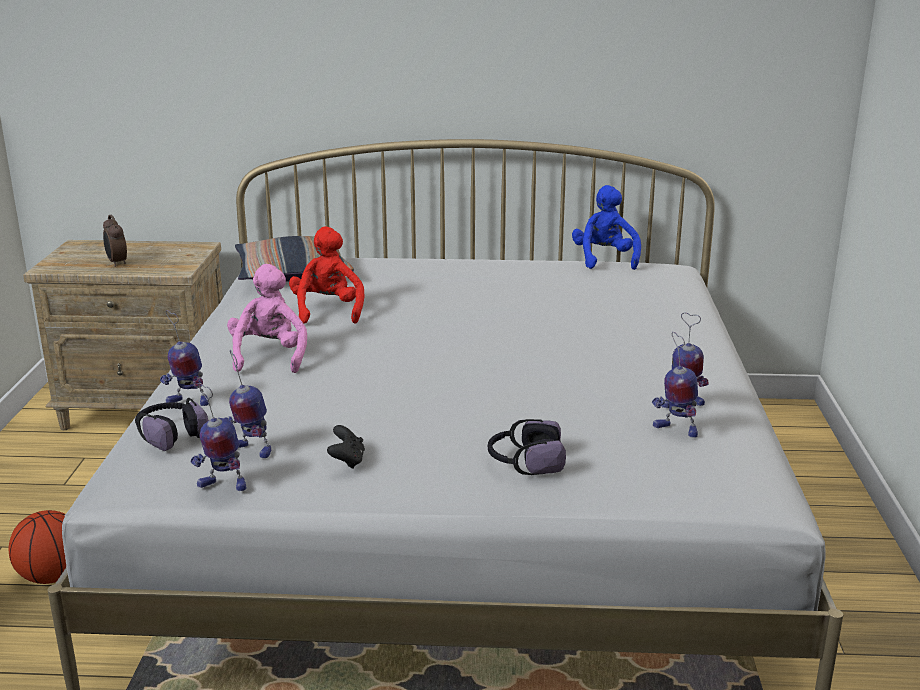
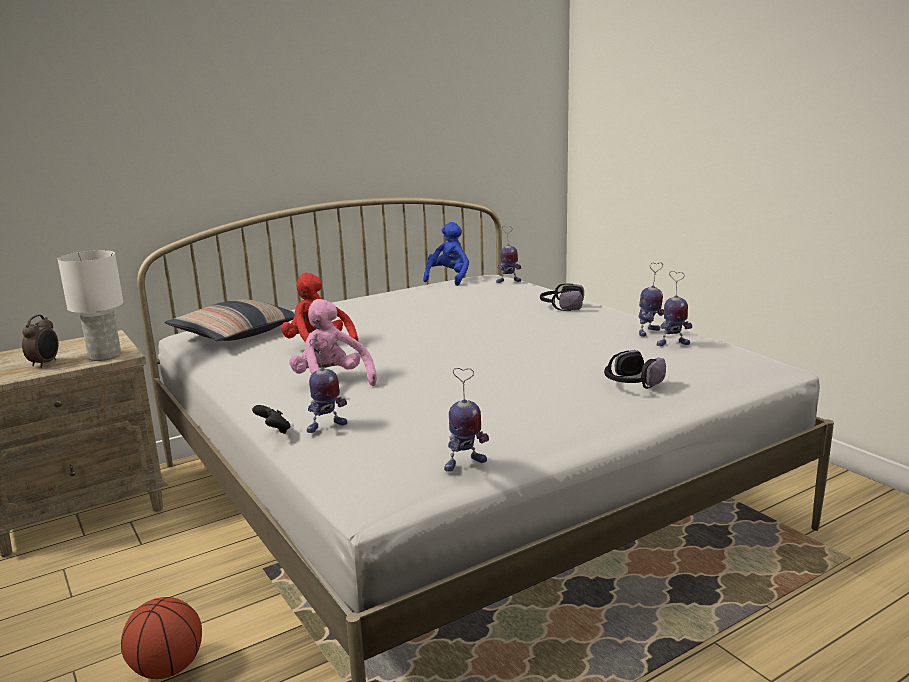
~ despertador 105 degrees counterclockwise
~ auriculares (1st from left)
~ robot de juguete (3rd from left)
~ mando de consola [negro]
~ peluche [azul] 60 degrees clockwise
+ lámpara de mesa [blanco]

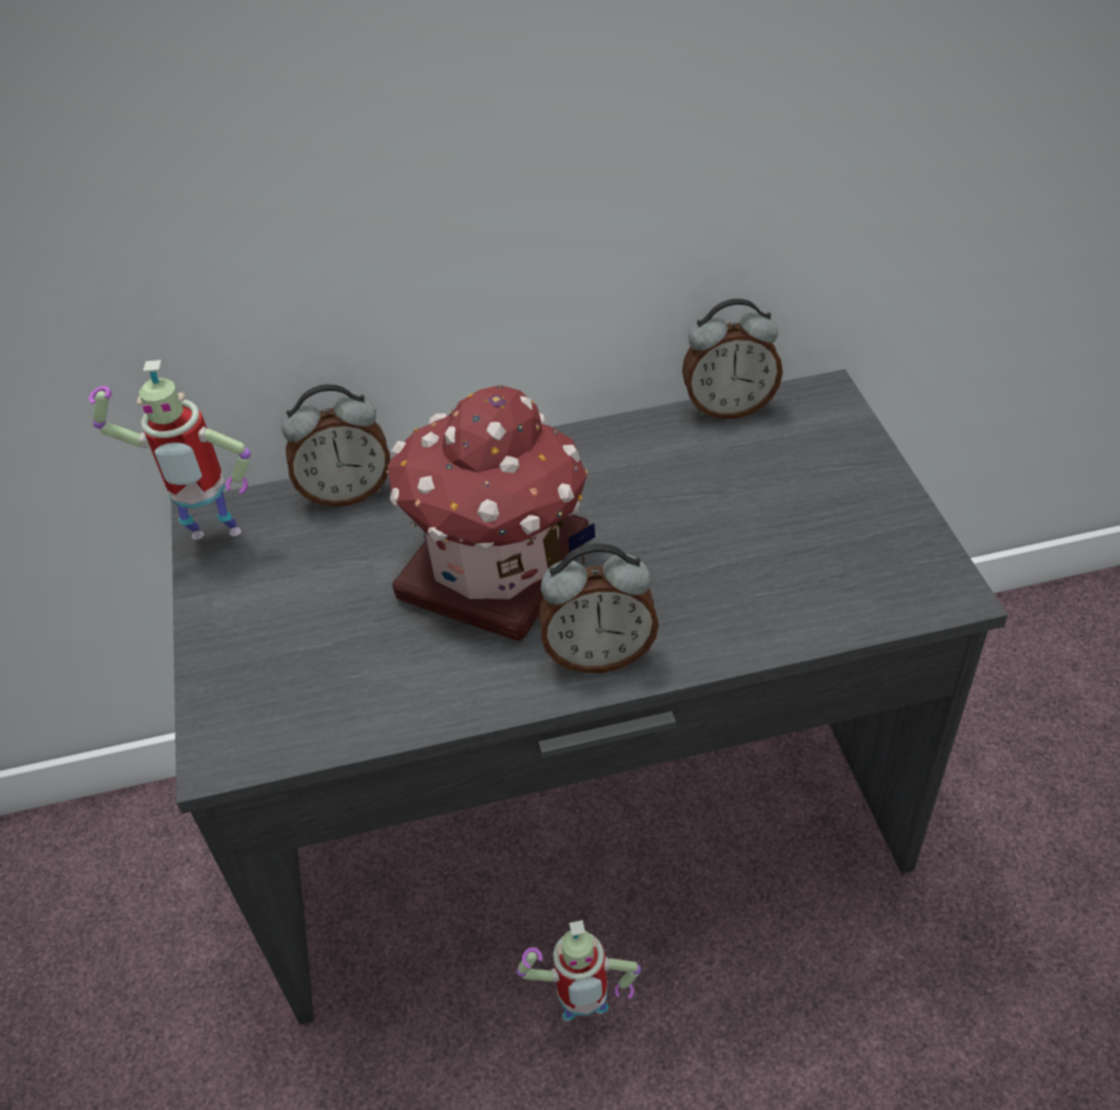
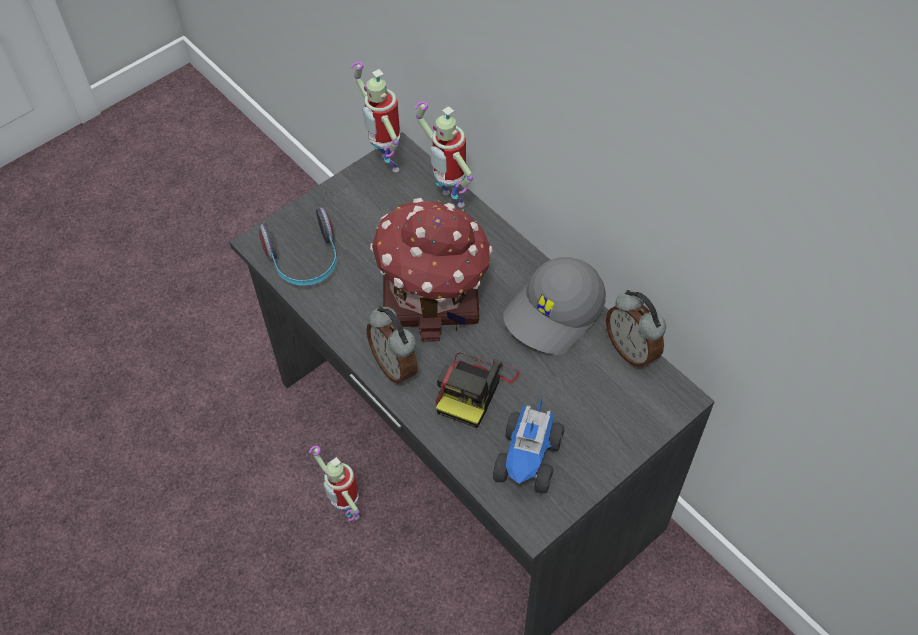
~ despertador (1st from left) to robot de juguete (3rd from left)
+ auriculares
+ cámara
+ camión de juguete
+ gorra [gris]

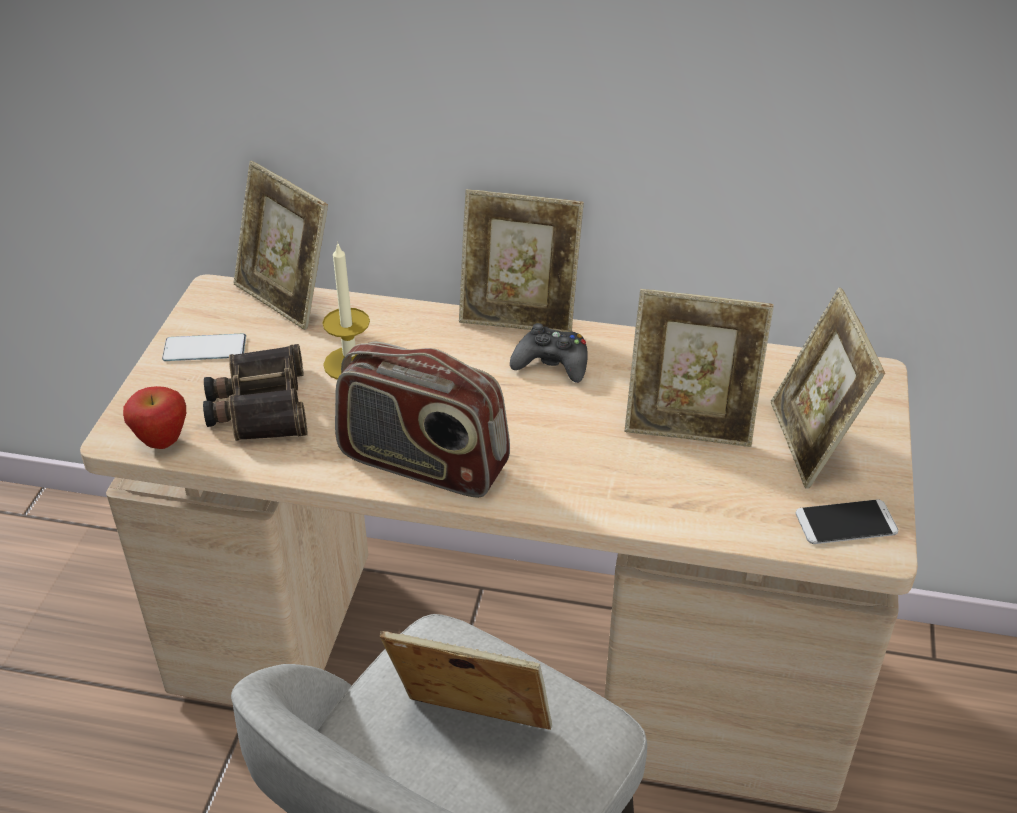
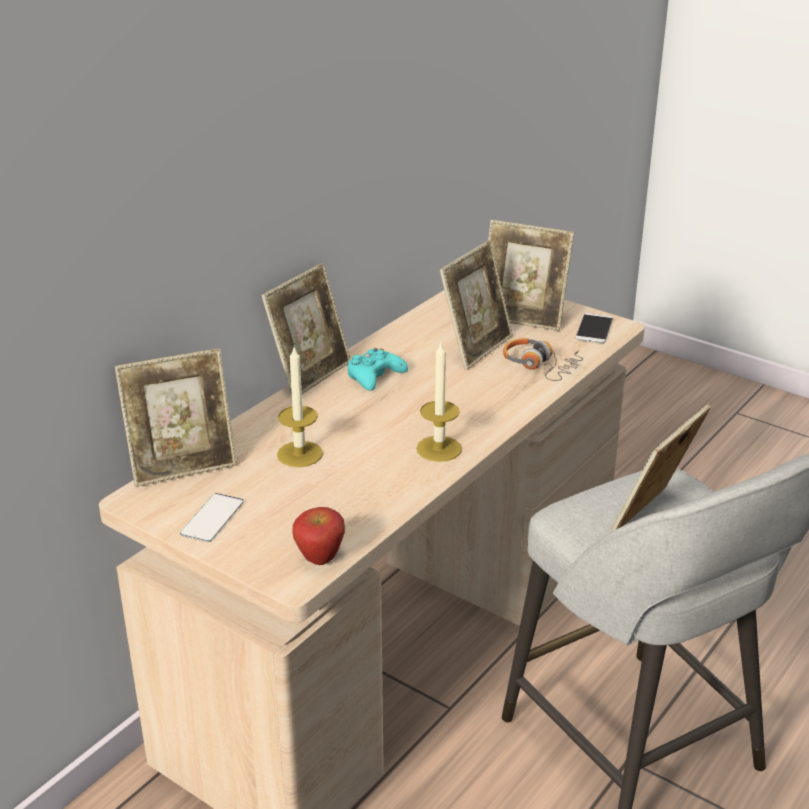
- prismáticos
~ radio to vela (2nd from left)
~ mando de consola [negro] to mando de consola [turquesa]
+ auriculares

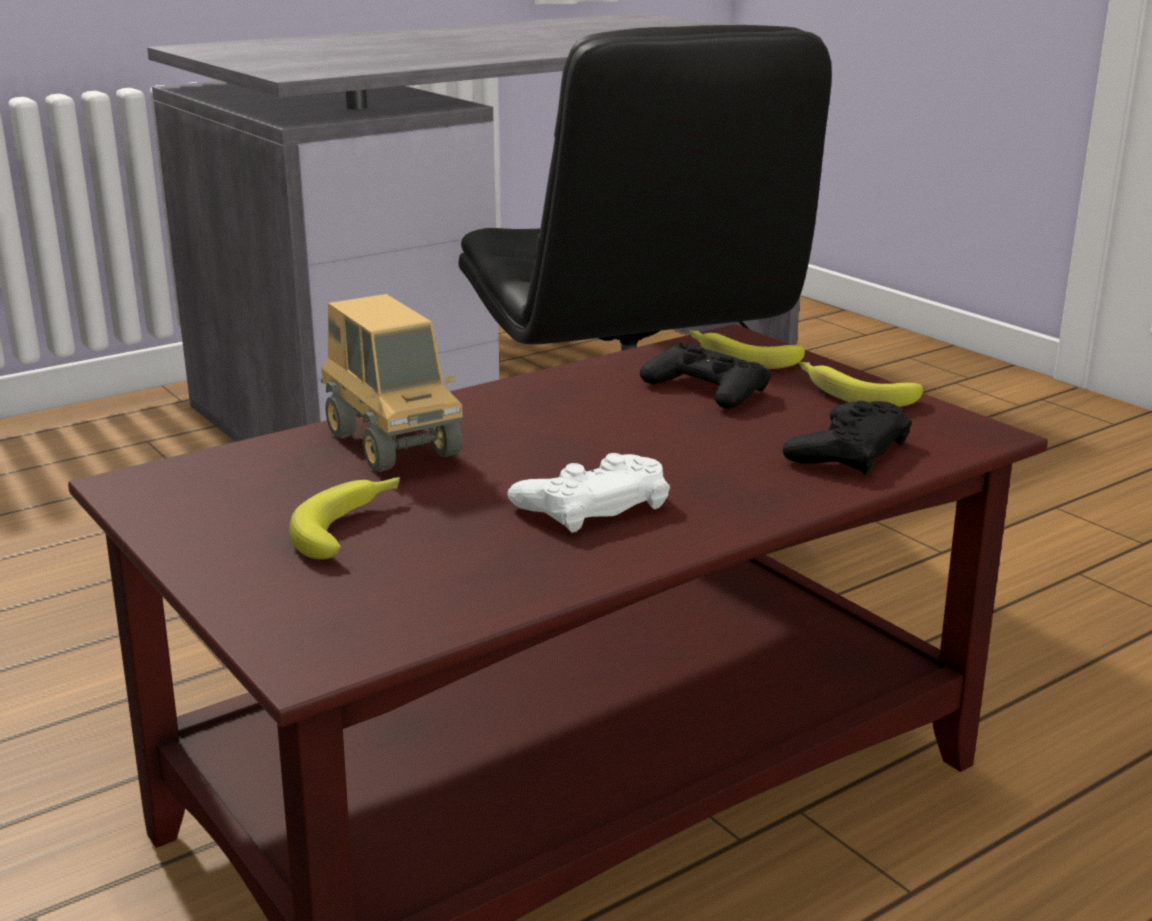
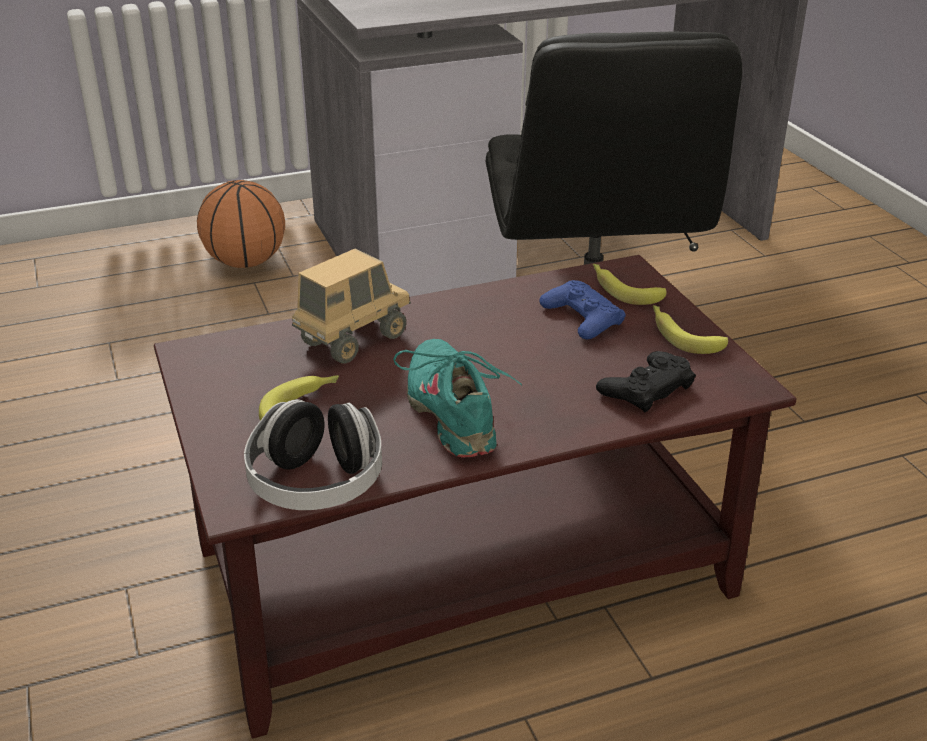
~ camión de juguete 120 degrees counterclockwise
~ mando de consola [blanco] to zapato [turquesa]
~ mando de consola [negro] (1st from left) to mando de consola [azul]
+ balón de baloncesto
+ auriculares

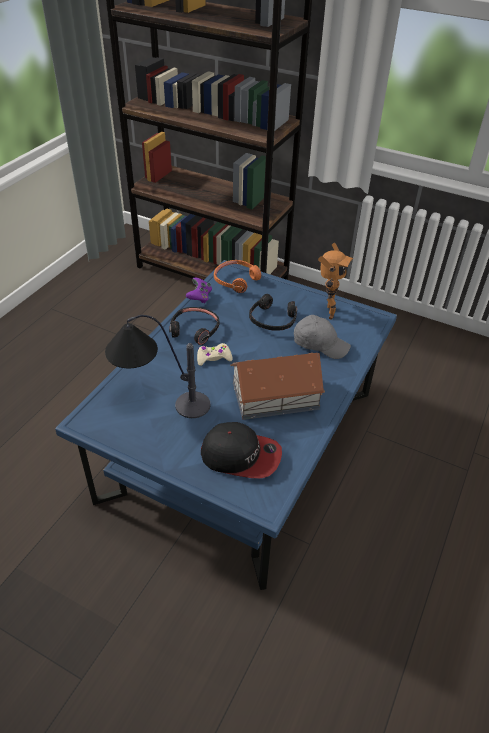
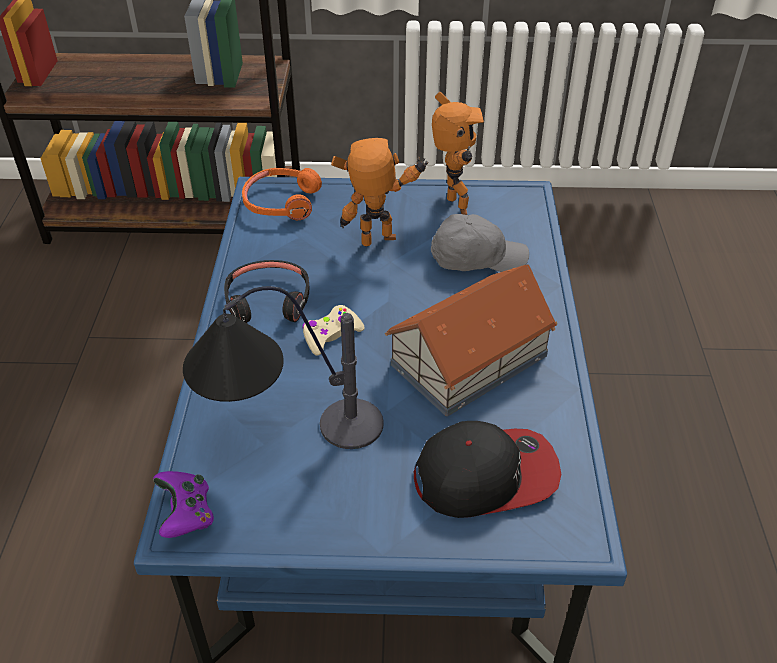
~ mando de consola [morado]
~ auriculares [negro] (2nd from left) to robot de juguete (1st from left)

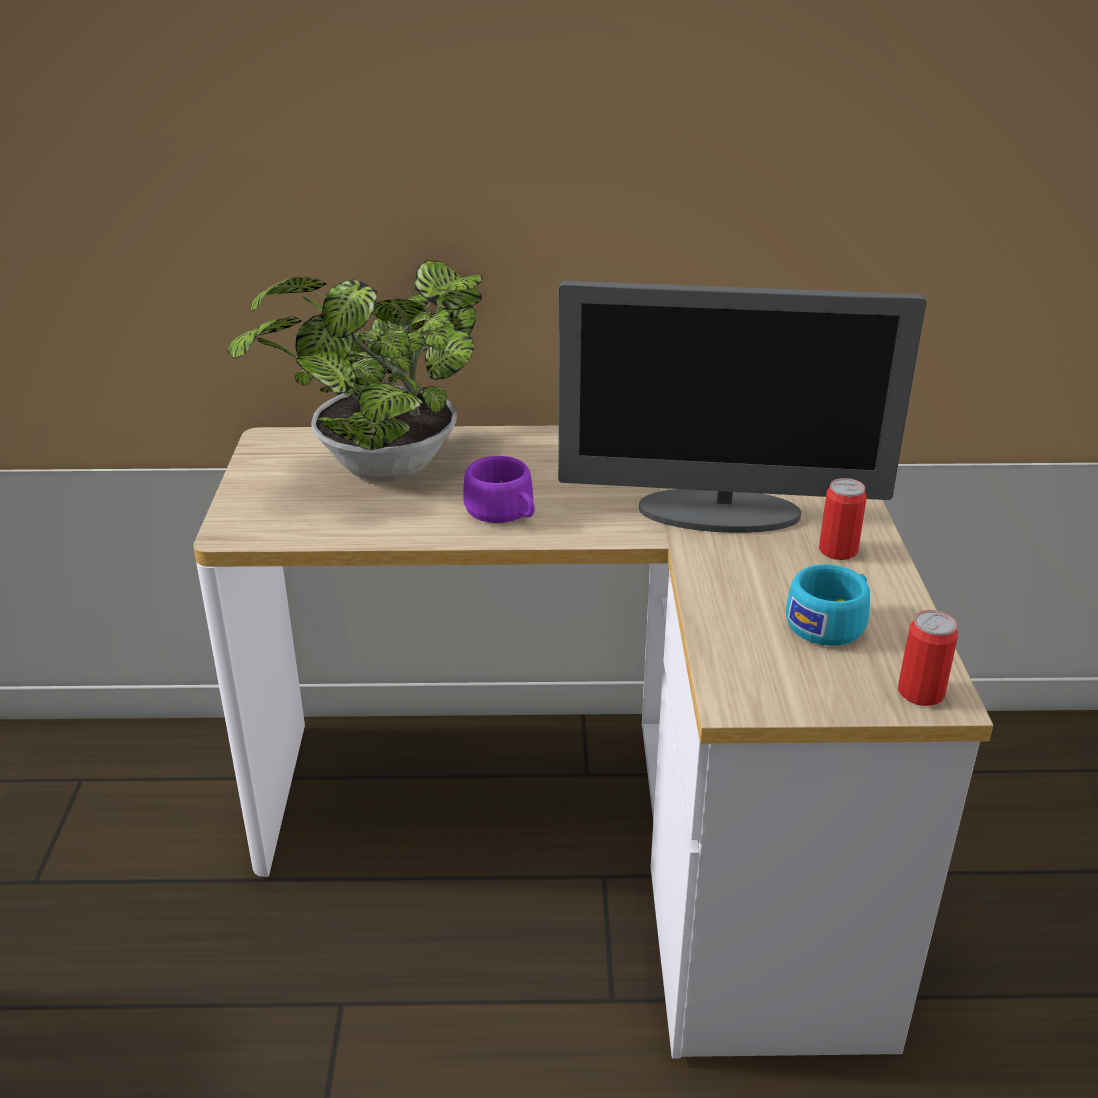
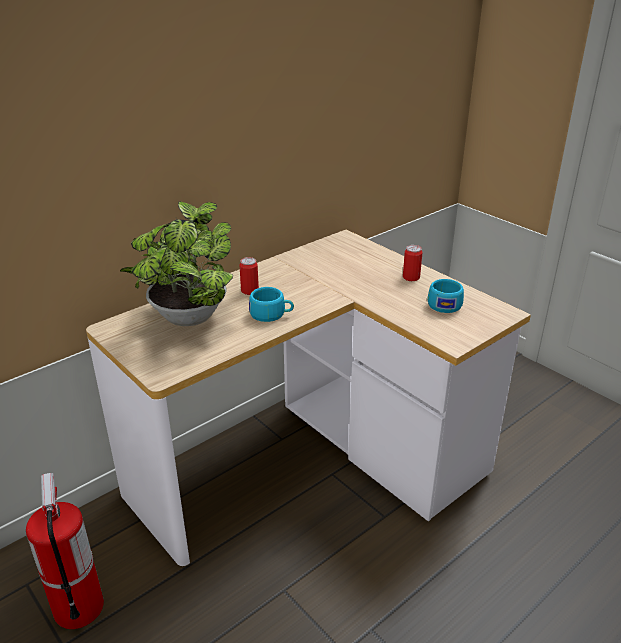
~ taza [morado] to taza [turquesa] (1st from left)
- monitor
~ lata (2nd from left in the first image) to lata (1st from left)
+ extintor

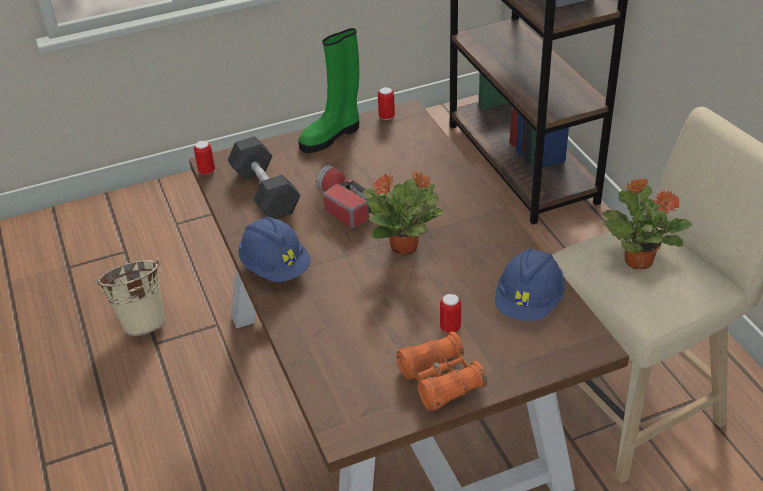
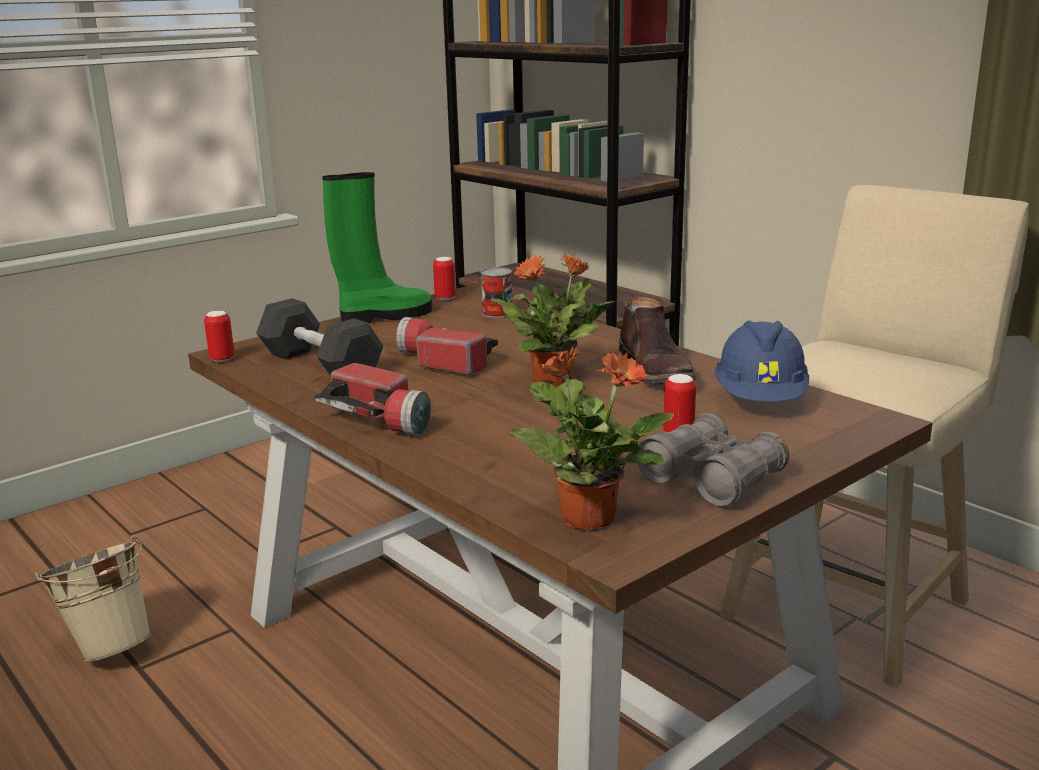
~ casco [azul] (1st from left) to linterna (1st from left)
~ bota [verde] 150 degrees counterclockwise
~ prismáticos [naranja] to prismáticos [gris]
~ planta en maceta (2nd from left)
+ lata (3rd from left)
+ bota [marrón]

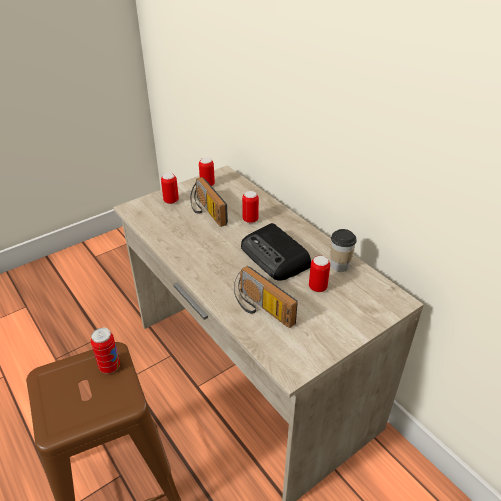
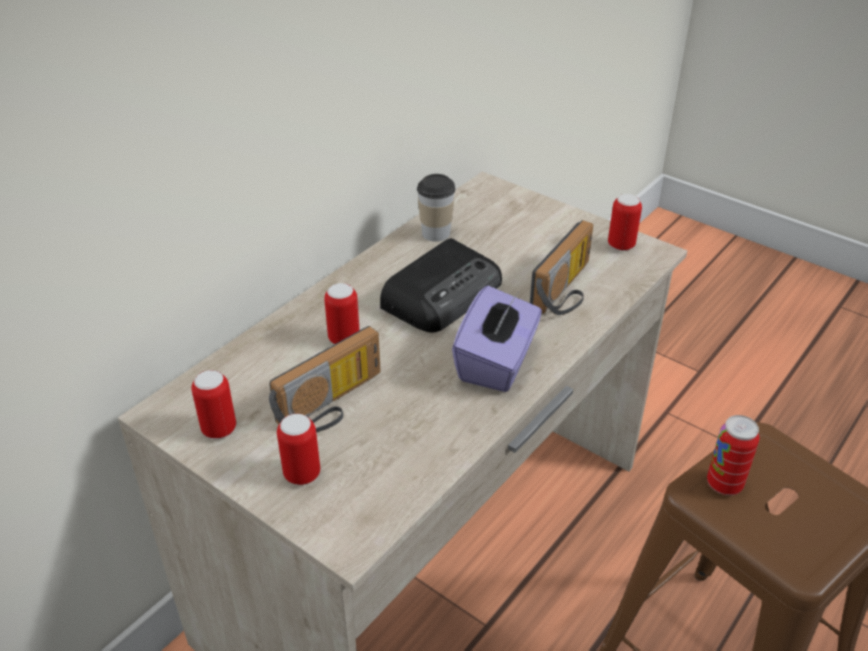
~ lata (5th from left in the first image) to lata (4th from left)
+ caja de pañuelos [morado]

